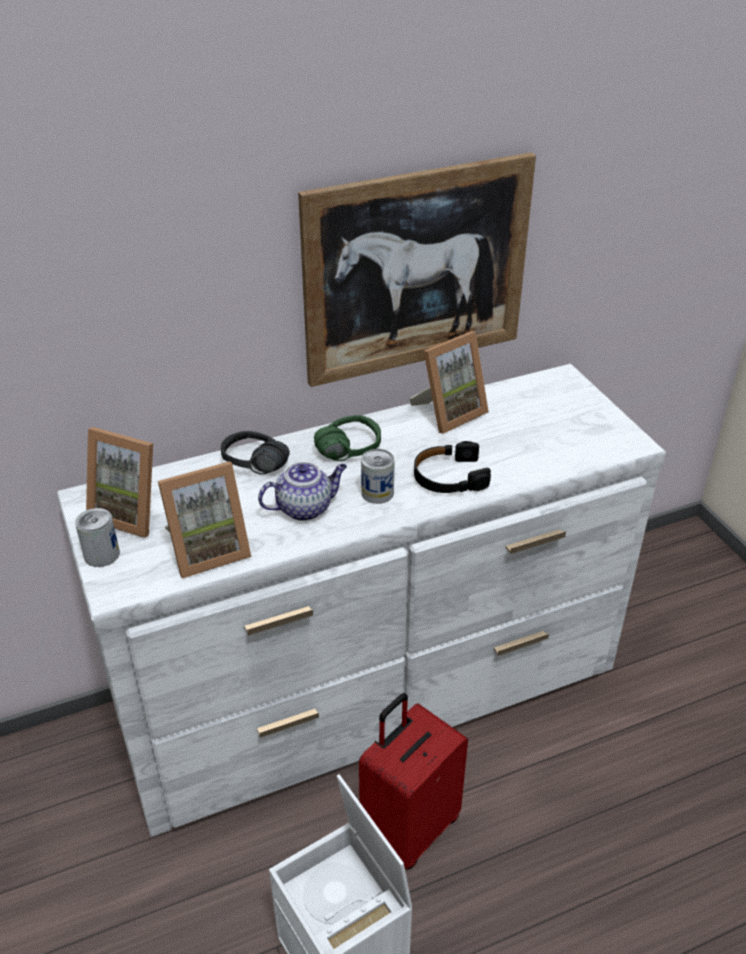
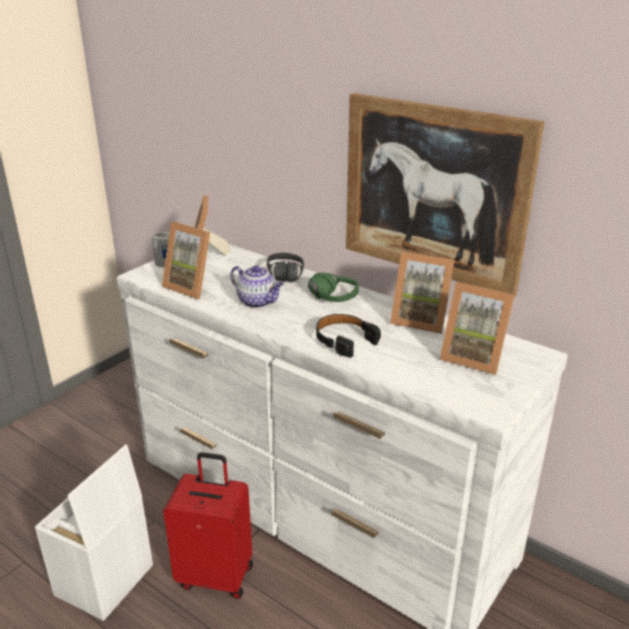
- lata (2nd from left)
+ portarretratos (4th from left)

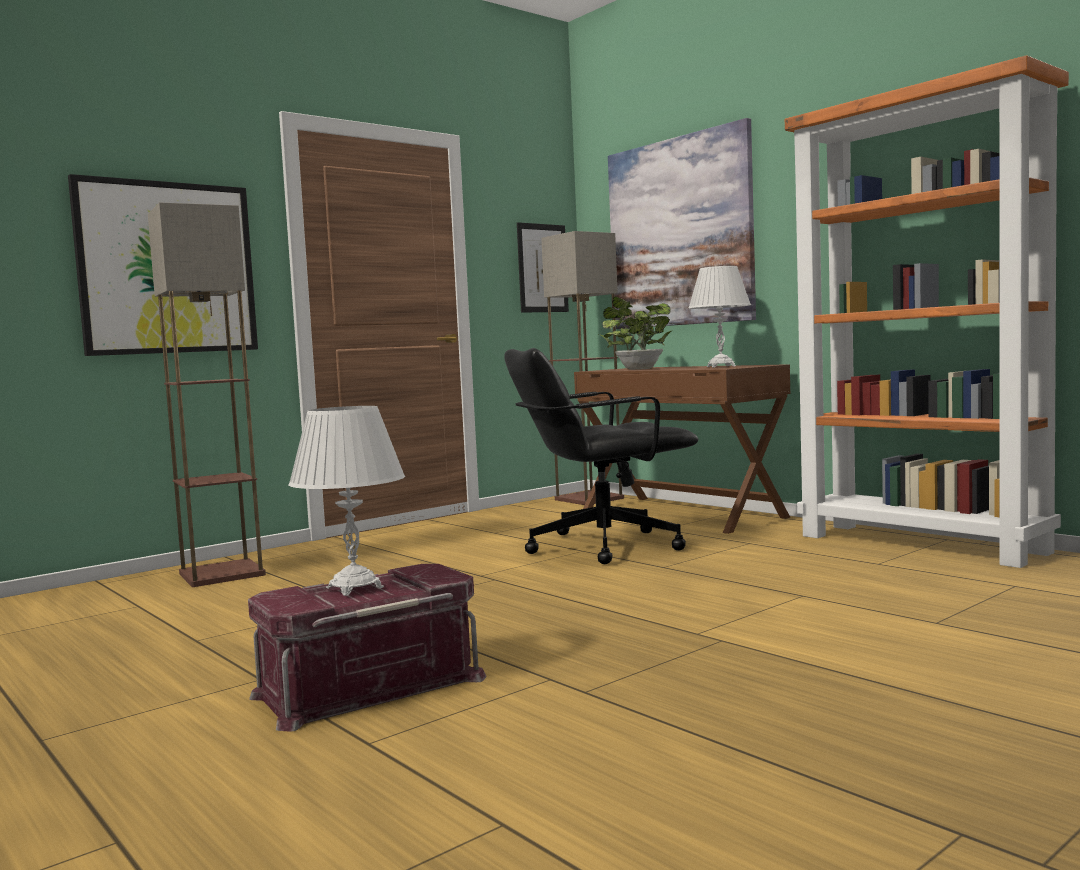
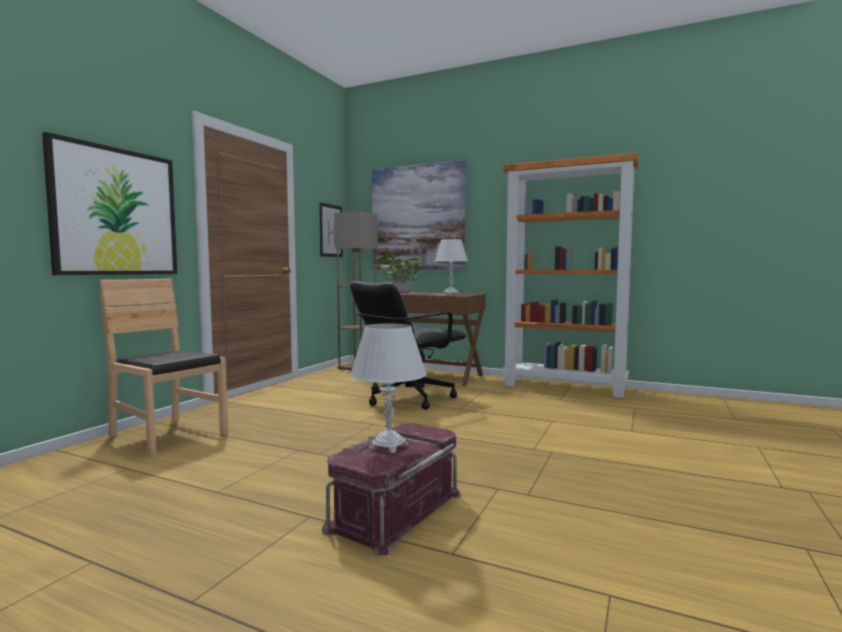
~ lámpara de pie (1st from left) to silla [marrón]

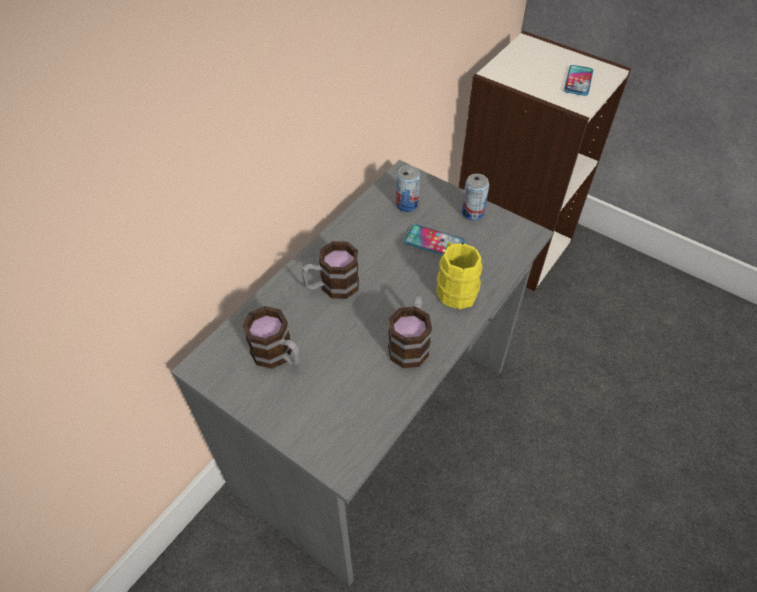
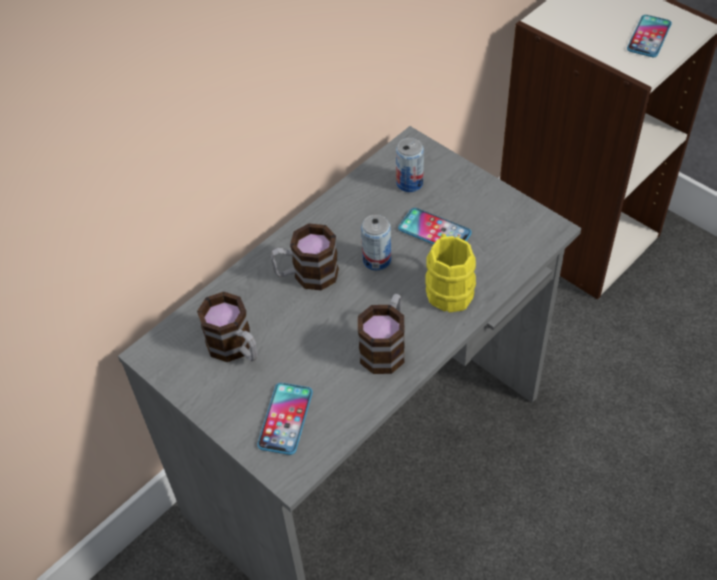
~ lata (2nd from left in the first image) to lata (1st from left)
+ móvil (1st from left)

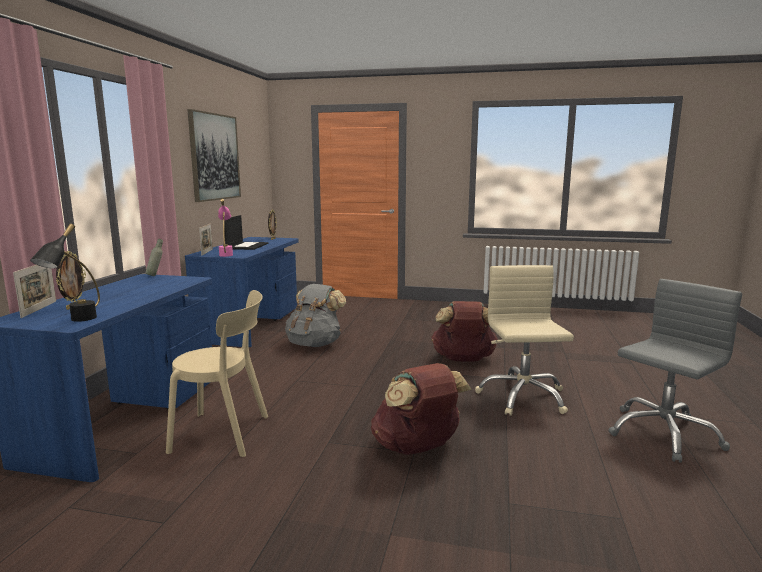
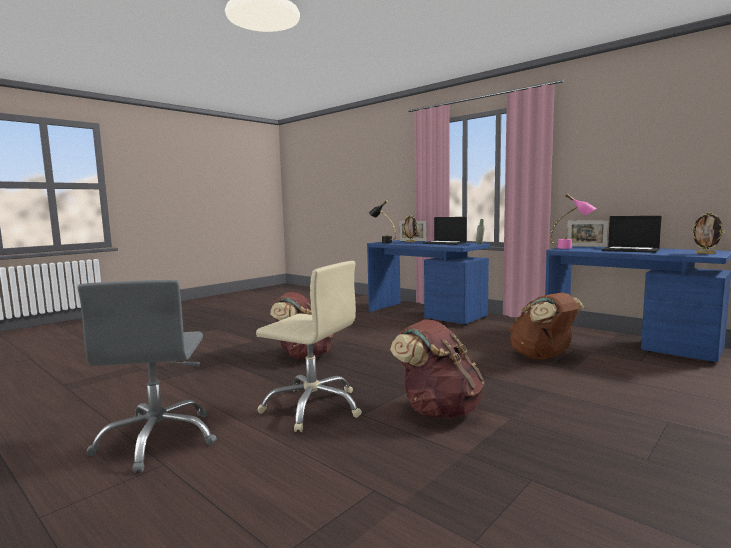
- silla [beis]
- cuadro
~ mochila [gris] to mochila [marrón] (3rd from left)
+ portátil (1st from left)

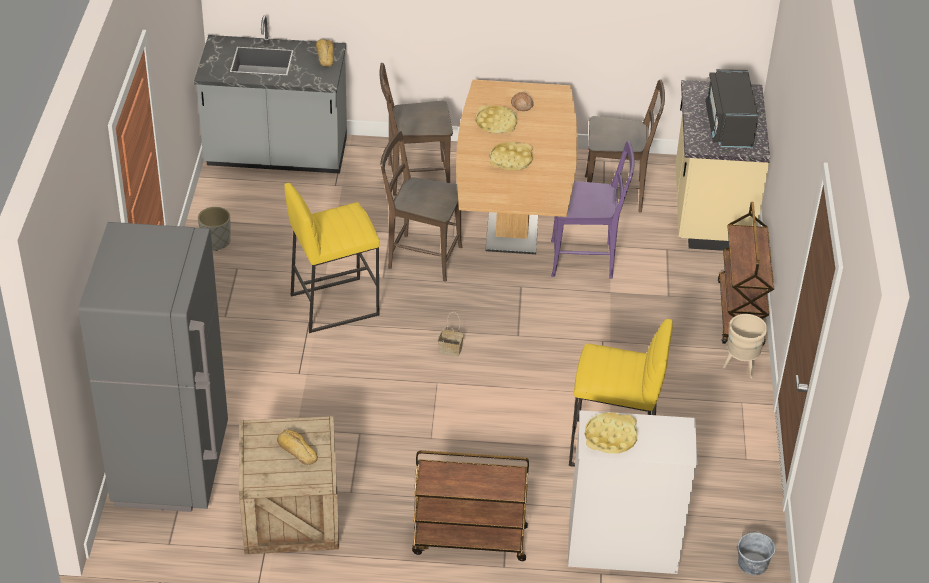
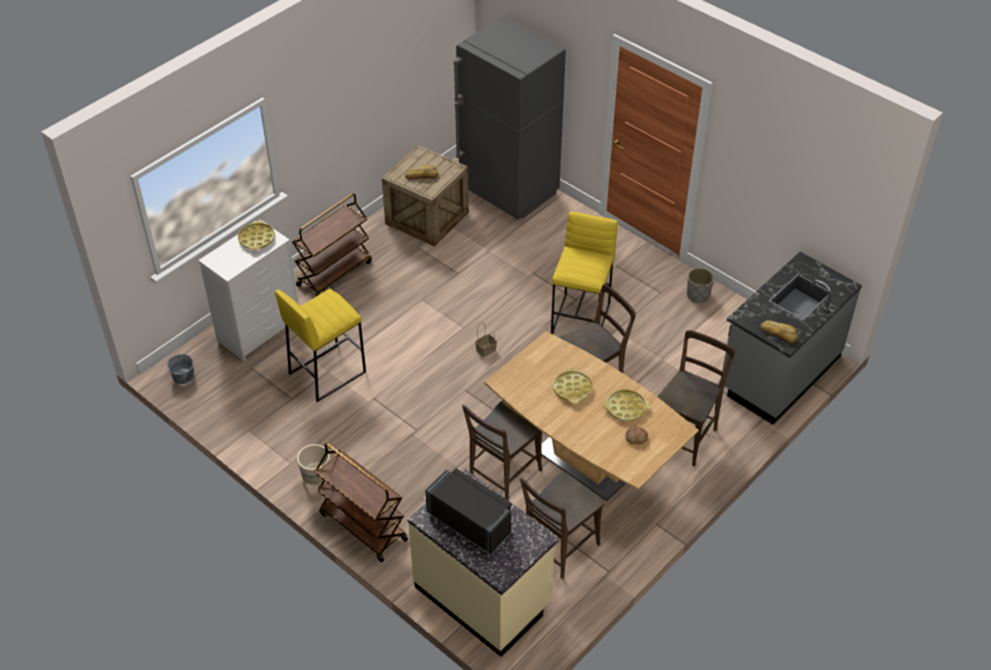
~ silla [morado] to silla [marrón] (1st from left)

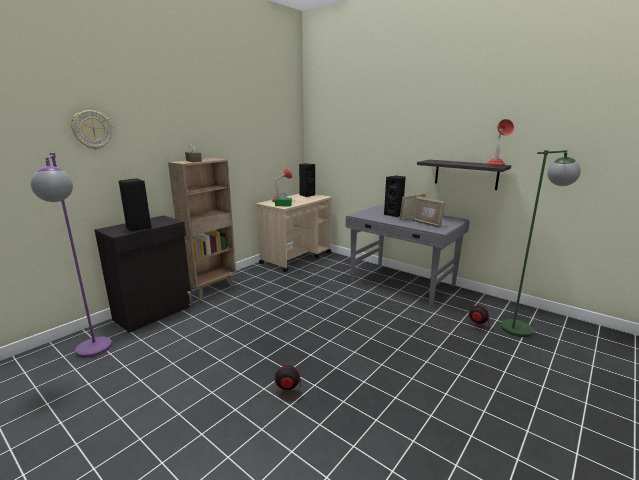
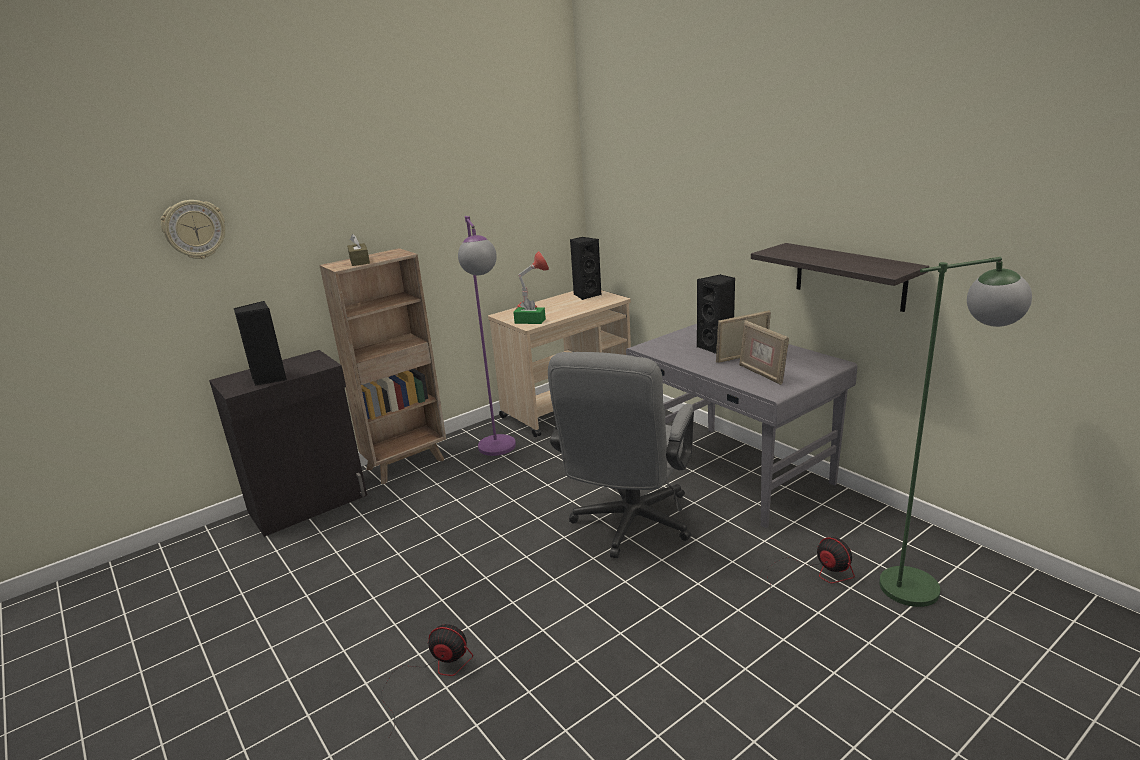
~ lámpara de pie [morado]
- lámpara de mesa [rojo] (2nd from left)
+ silla de oficina [gris]

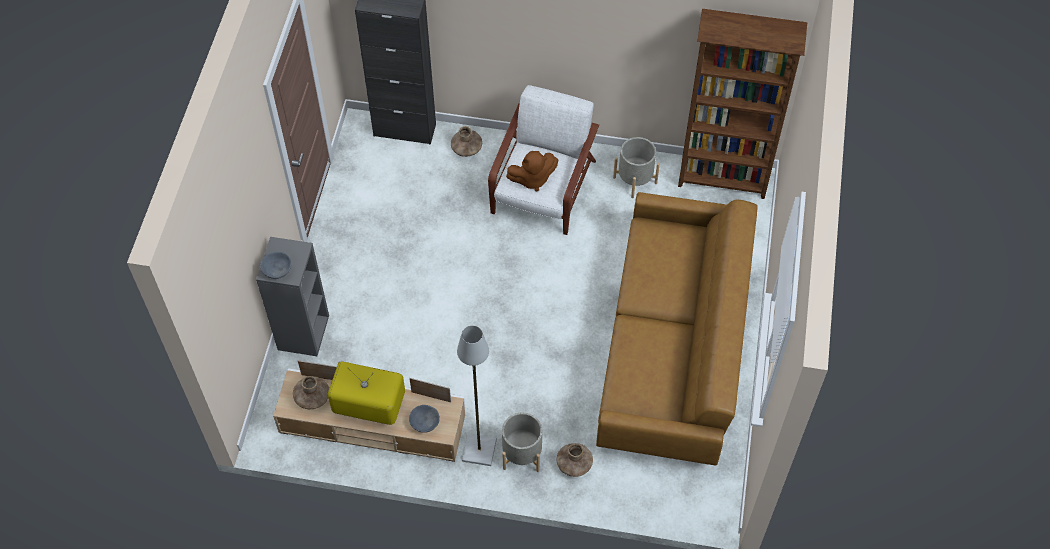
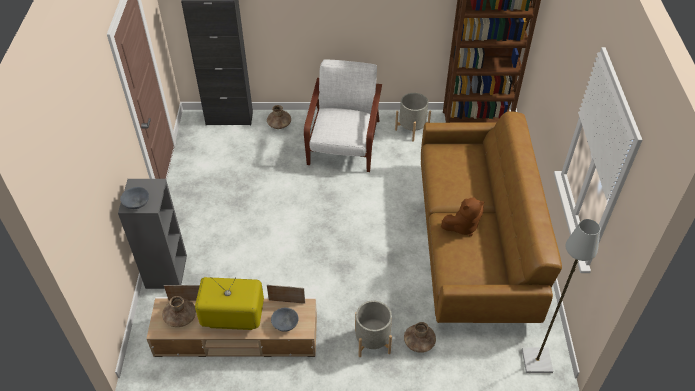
~ lámpara de pie [gris]
~ peluche [marrón]

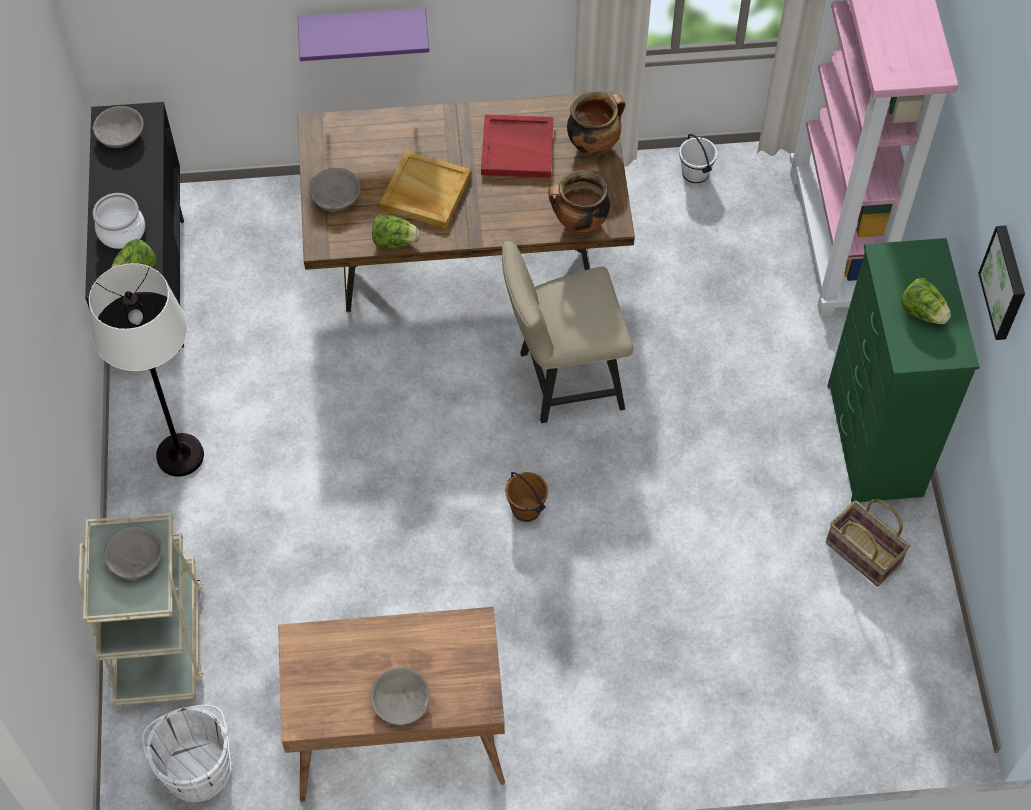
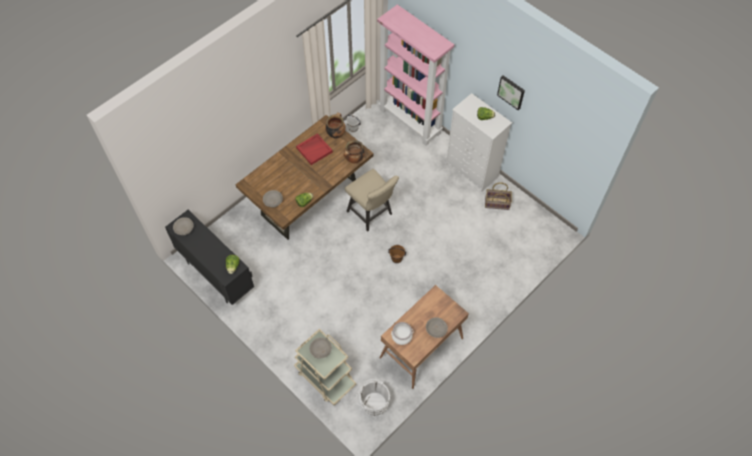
- lámpara de pie [blanco]
~ olla (1st from left in the first image) to olla (3rd from left)
- estante [morado]
- bandeja [beis]
~ silla [beis] 75 degrees counterclockwise
~ cómoda [verde] to cómoda [blanco]

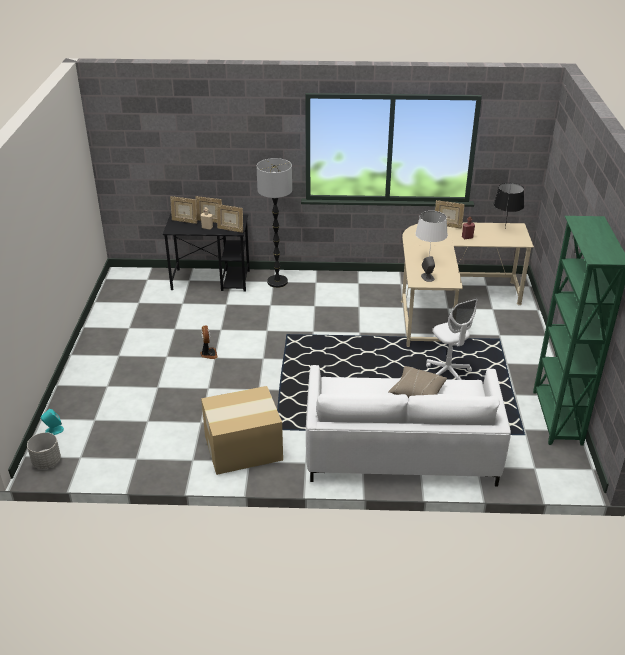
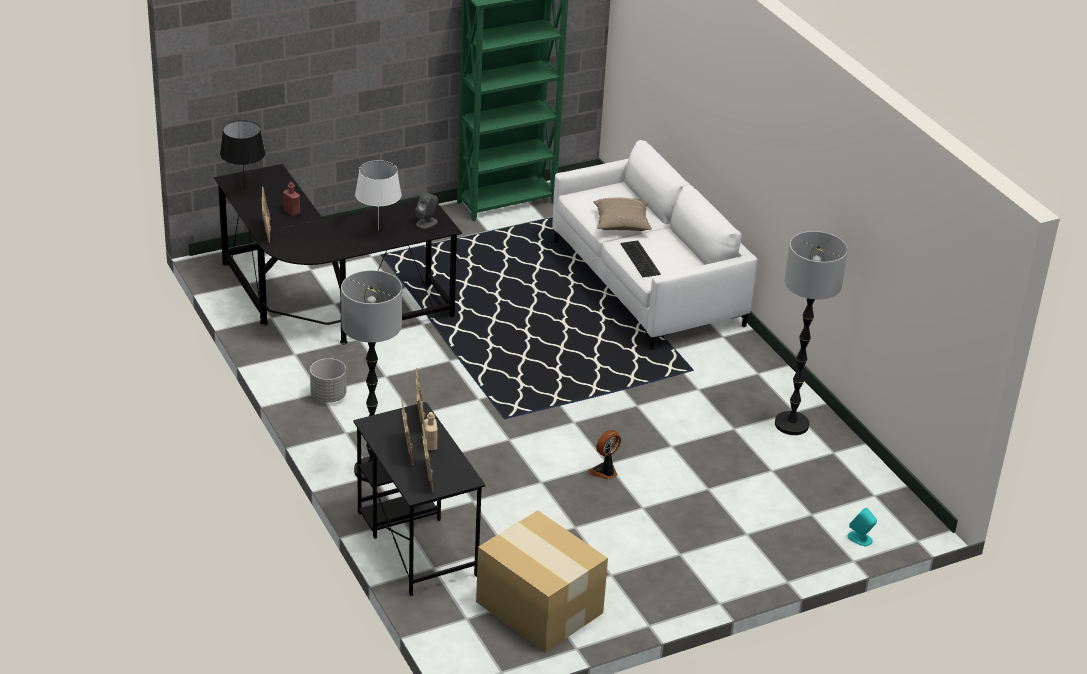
~ maceta [gris]
~ caja de cartón
~ escritorio [beis] to escritorio [negro] (1st from left)
- silla de oficina [blanco]
+ teclado
+ lámpara de pie (2nd from left)

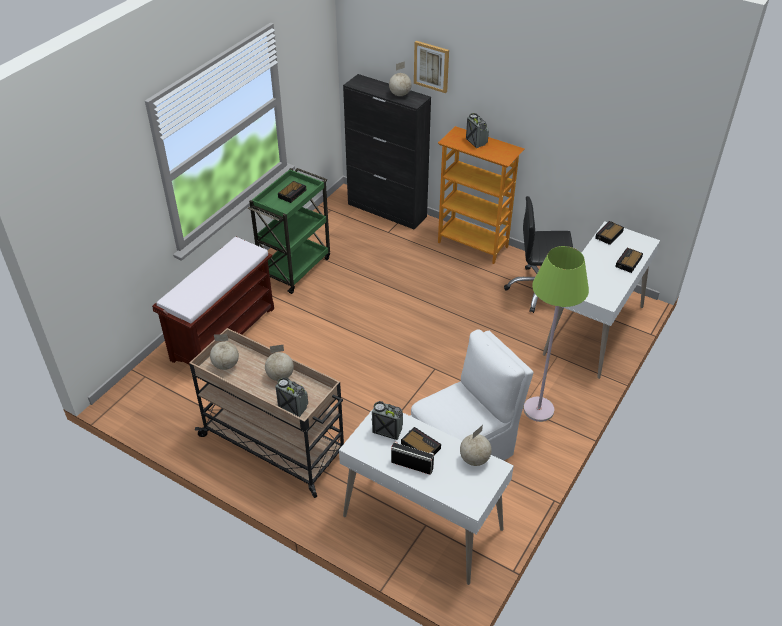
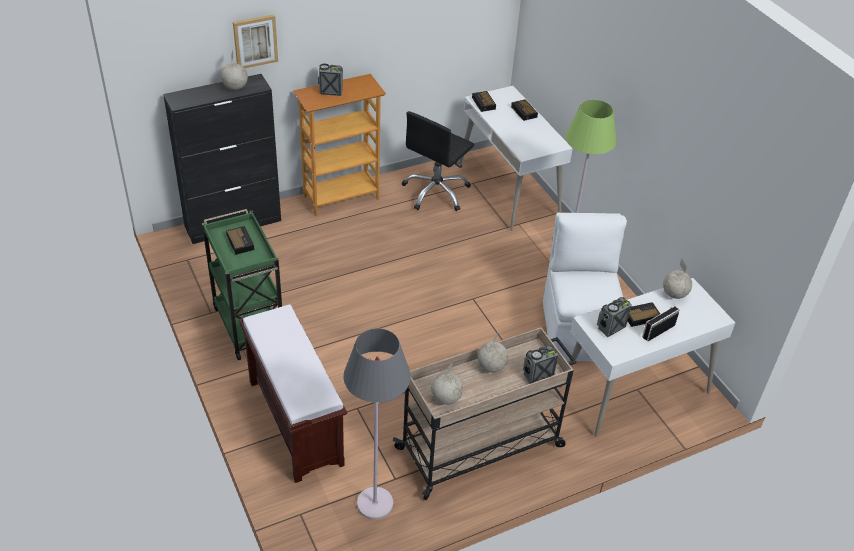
+ lámpara de pie [gris]

